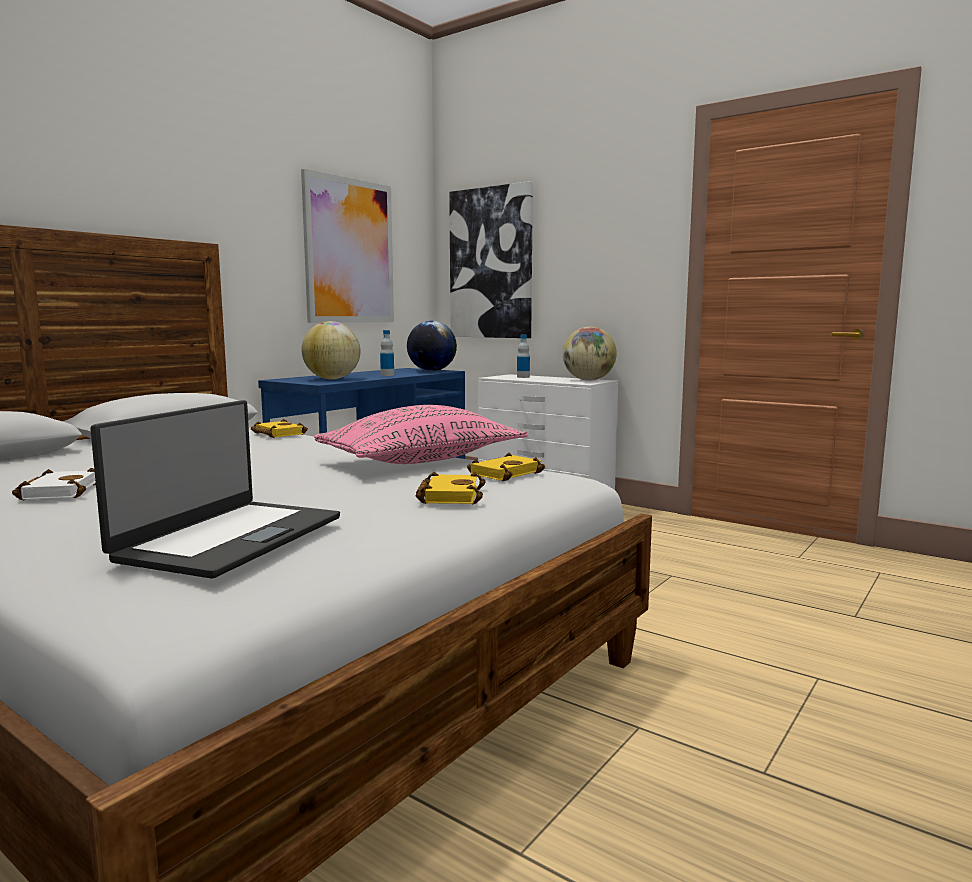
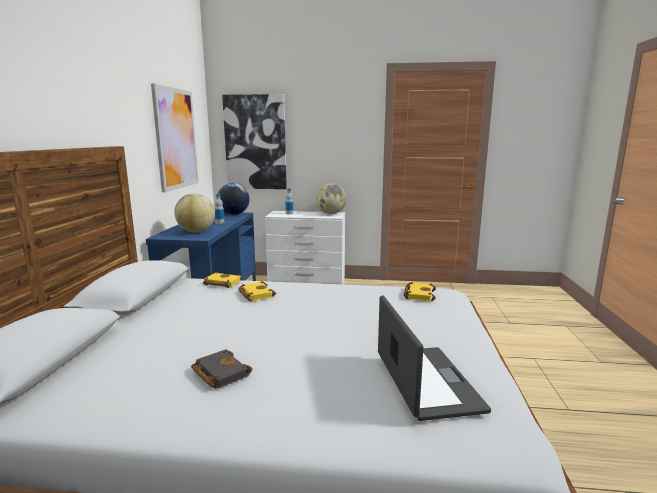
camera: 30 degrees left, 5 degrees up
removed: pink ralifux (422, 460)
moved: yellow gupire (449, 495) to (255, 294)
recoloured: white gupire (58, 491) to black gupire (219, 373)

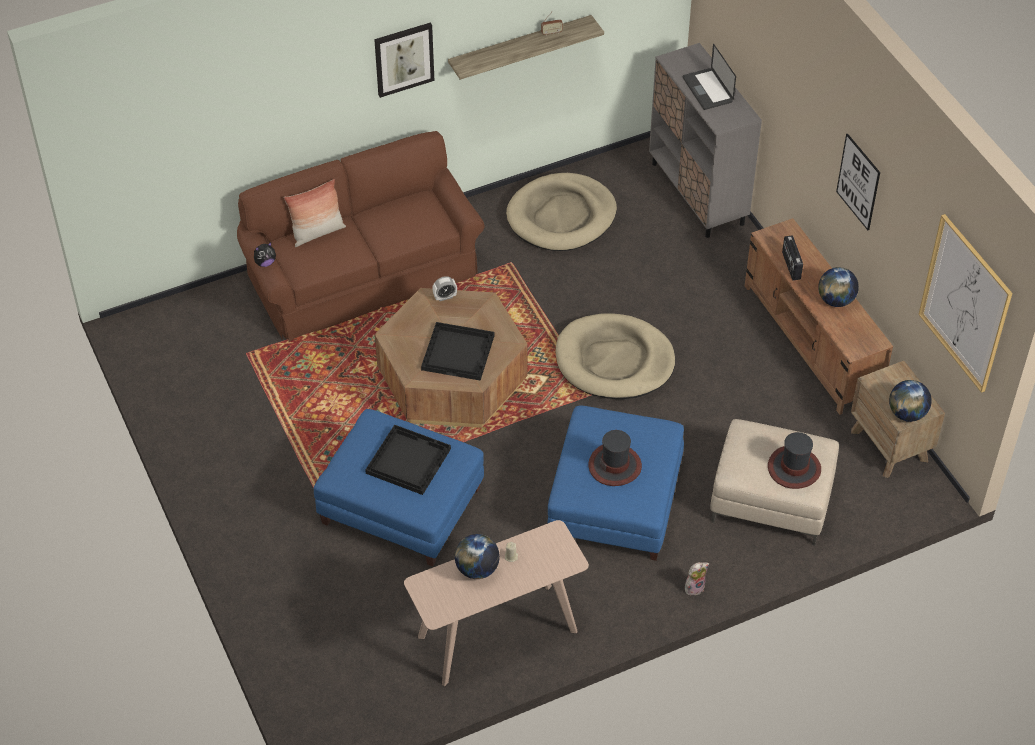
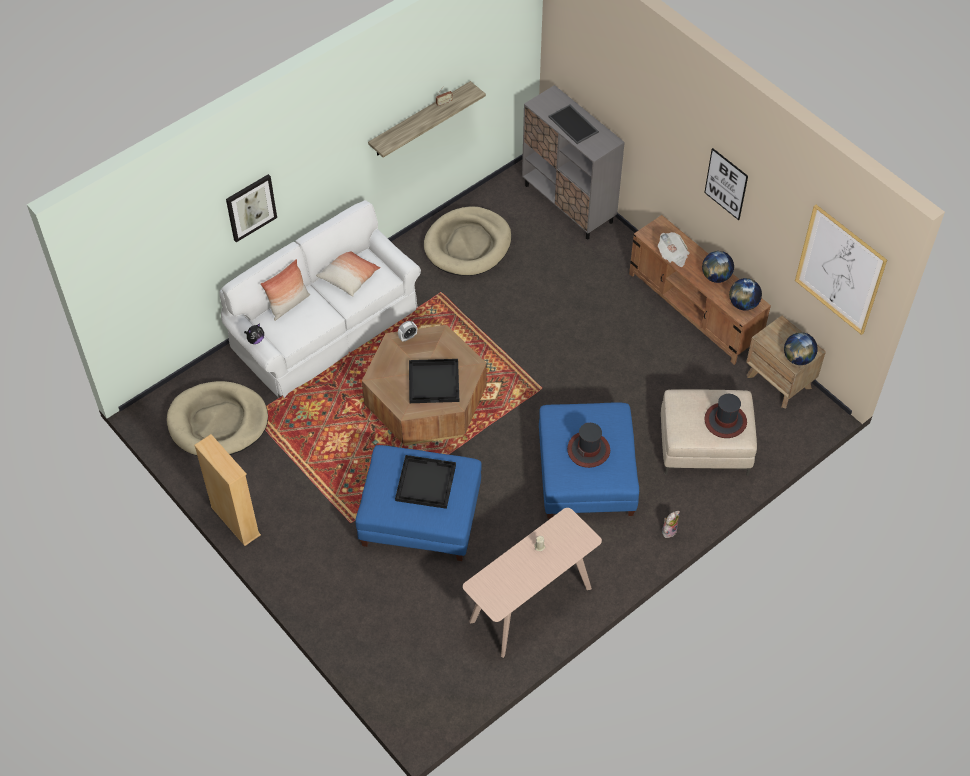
camera: 15 degrees left, 5 degrees up
added: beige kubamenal (235, 521); ralifux (349, 277)
moved: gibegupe (404, 59) to (251, 207); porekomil (477, 569) to (743, 304); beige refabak (614, 361) to (218, 422)
replaced: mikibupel (707, 90) to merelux (574, 124); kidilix (790, 266) to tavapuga (672, 255)
recoloured: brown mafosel (362, 274) to white mafosel (324, 327)

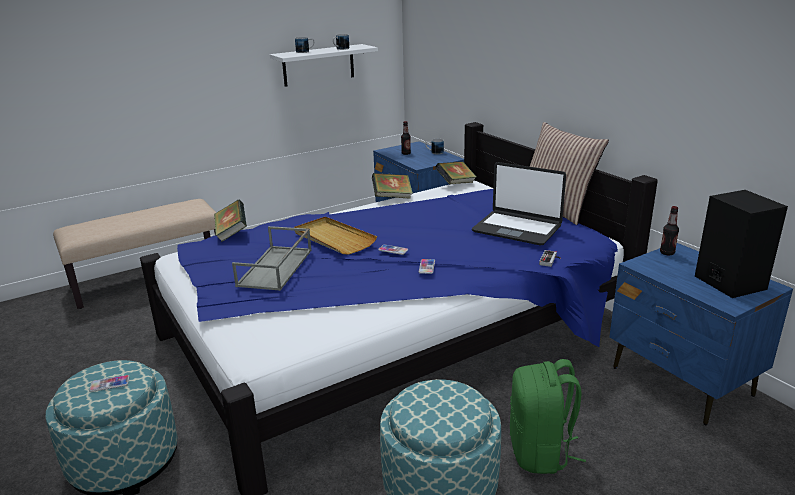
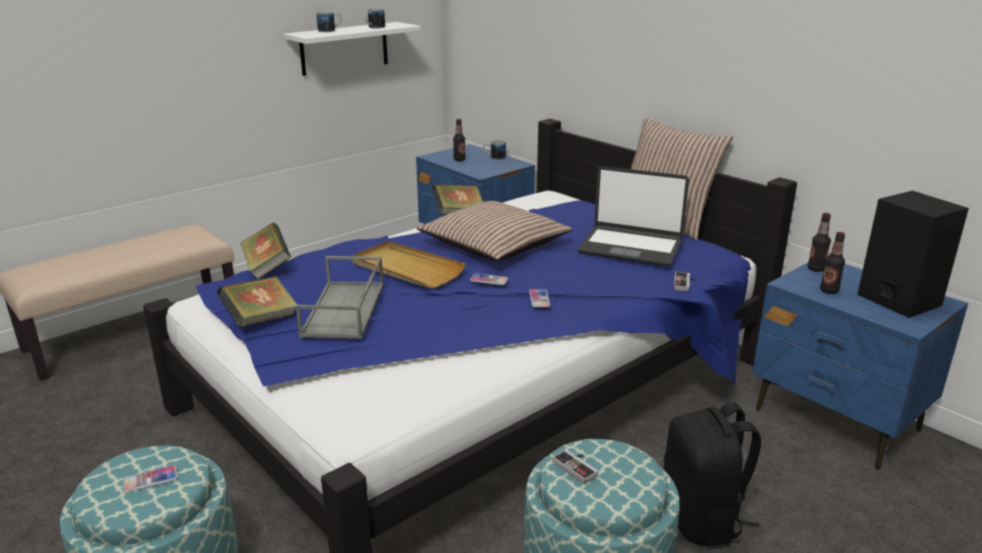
camera: 10 degrees left, 0 degrees up
added: ralifux (494, 245); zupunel (578, 467); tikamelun (829, 291)
moved: gupire (456, 184) to (261, 320)
recoloured: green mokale (540, 452) to black mokale (702, 519)

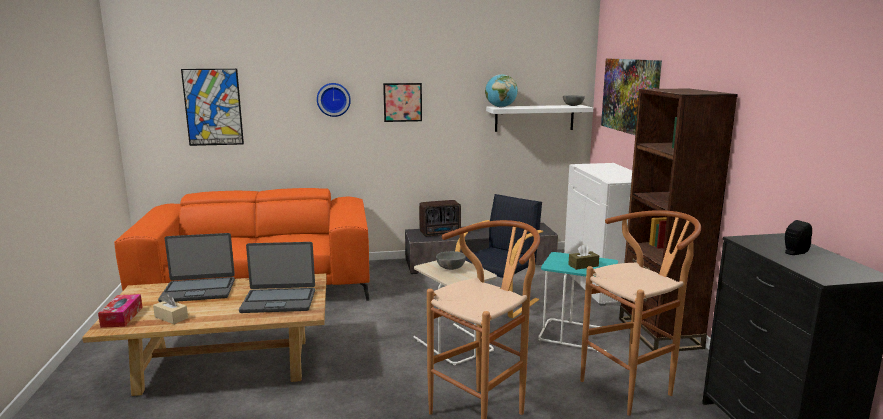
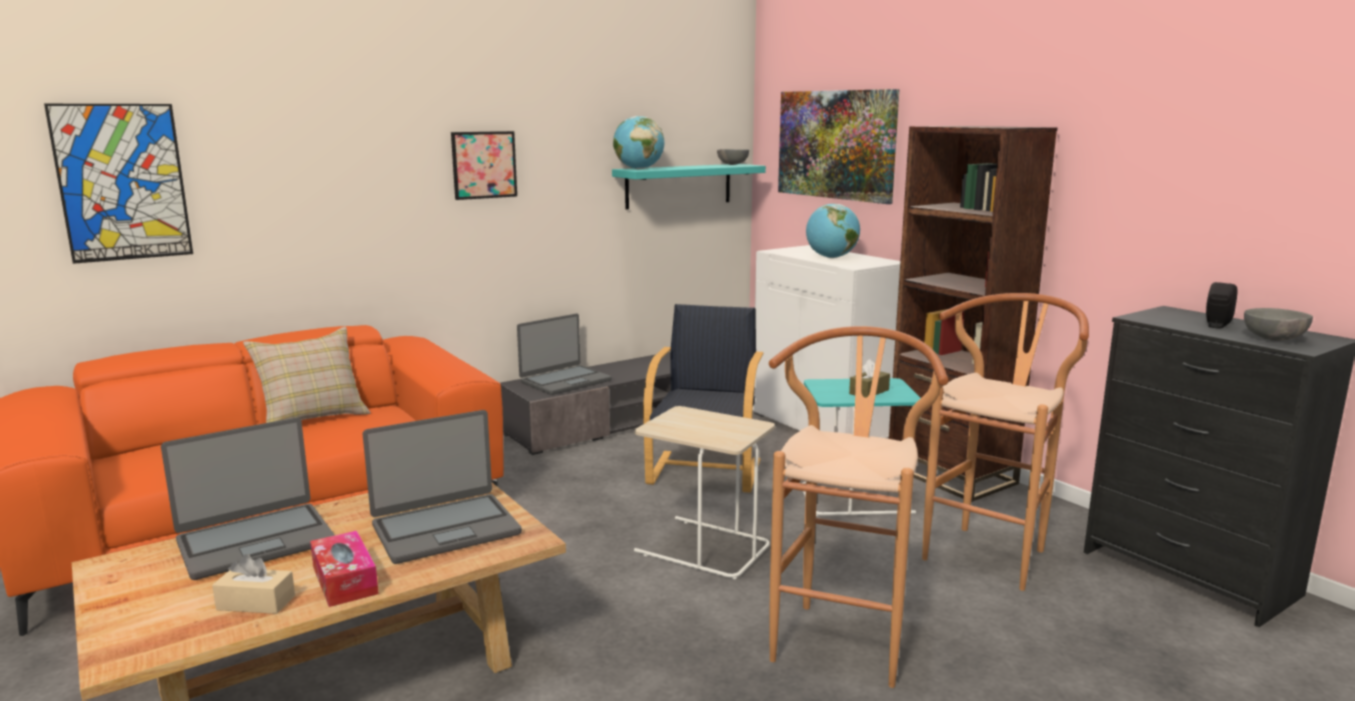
camera: 25 degrees left, 0 degrees up
removed: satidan (333, 99)
added: beige ralifux (313, 416); porekomil (831, 258)
moved: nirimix (122, 317) to (345, 580); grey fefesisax (450, 268) to (1274, 339)
replaced: kidilix (441, 233) to mikibupel (565, 381)
recoloured: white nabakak (534, 118) to turquoise nabakak (679, 186)

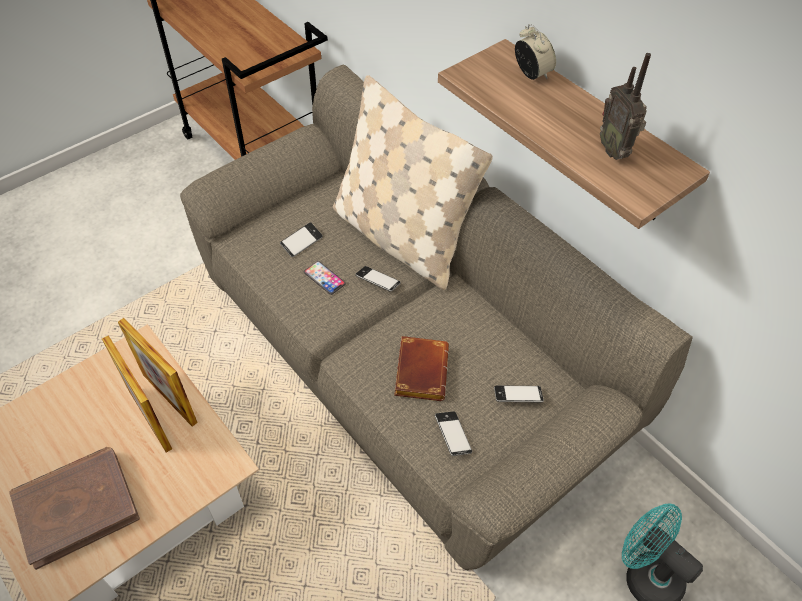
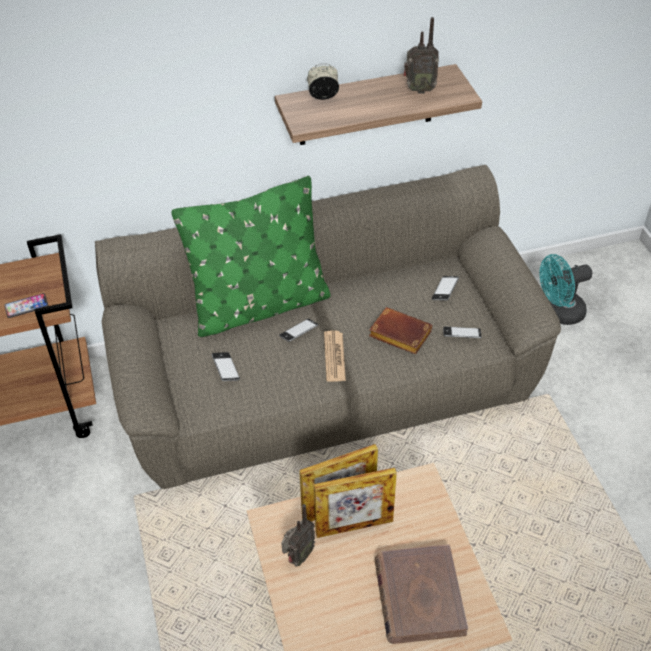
camera: 65 degrees left, 5 degrees down
added: kidilix (298, 557); tavapuga (334, 356)
moved: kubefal (324, 278) to (26, 306)
recoloured: beige ralifux (400, 238) to green ralifux (259, 305)

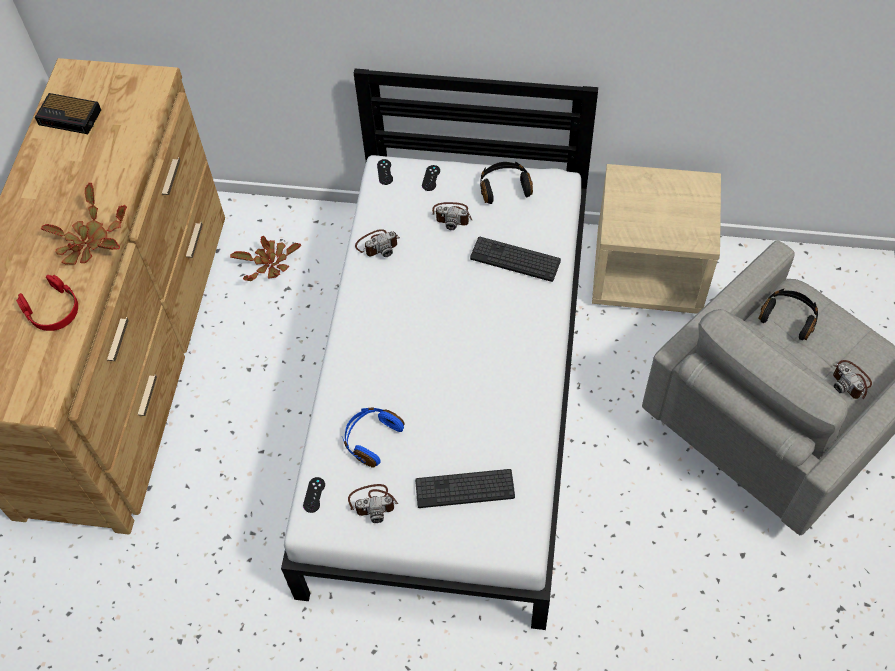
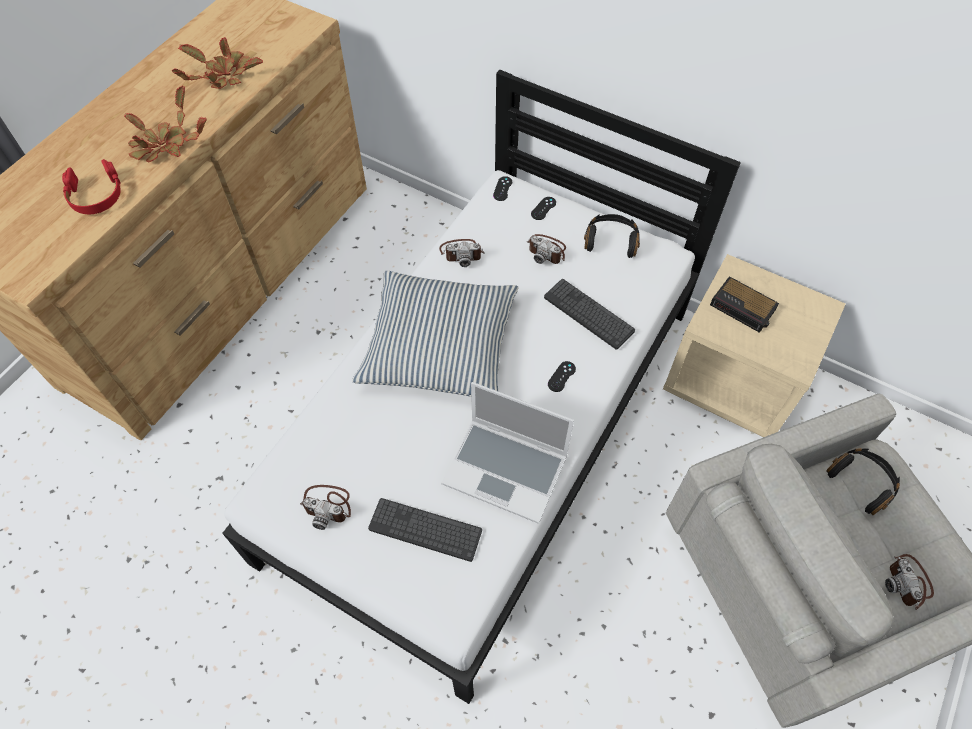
camera: 20 degrees right, 0 degrees up
removed: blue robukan (371, 439)
added: ralifux (439, 345); mikibupel (507, 470)
moved: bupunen (71, 117) to (743, 308); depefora (270, 265) to (224, 76); black zupunel (314, 495) to (561, 376)

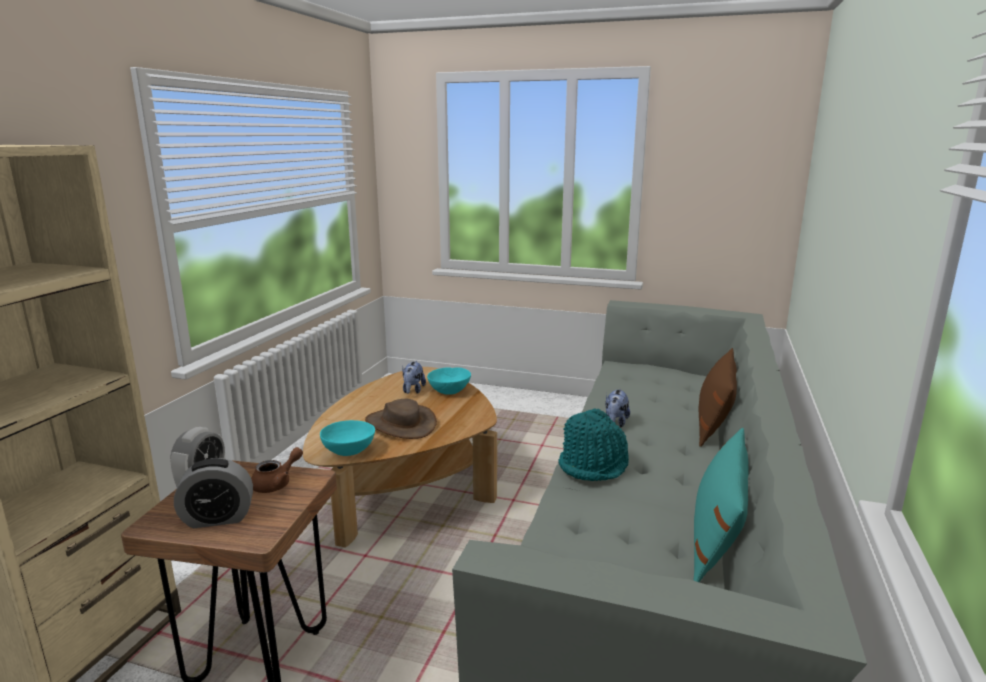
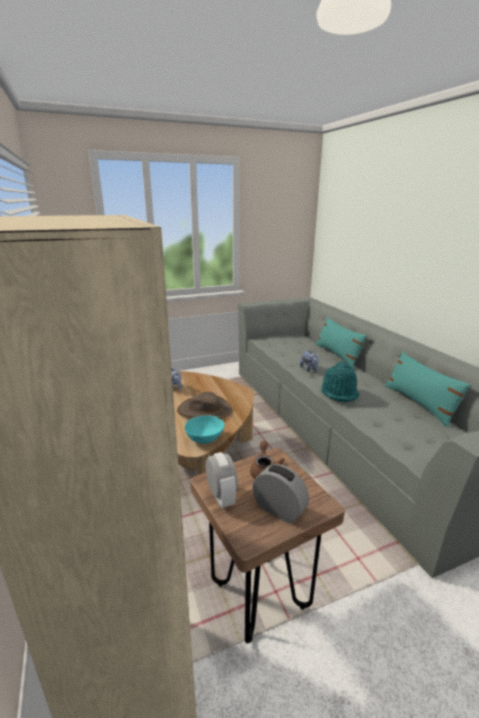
camera: 40 degrees left, 5 degrees up
removed: turquoise fefesisax (449, 391)
recoloured: brown ralifux (714, 421) to turquoise ralifux (337, 355)
turned: bupunen (218, 518) = (279, 509) 90 degrees counterclockwise

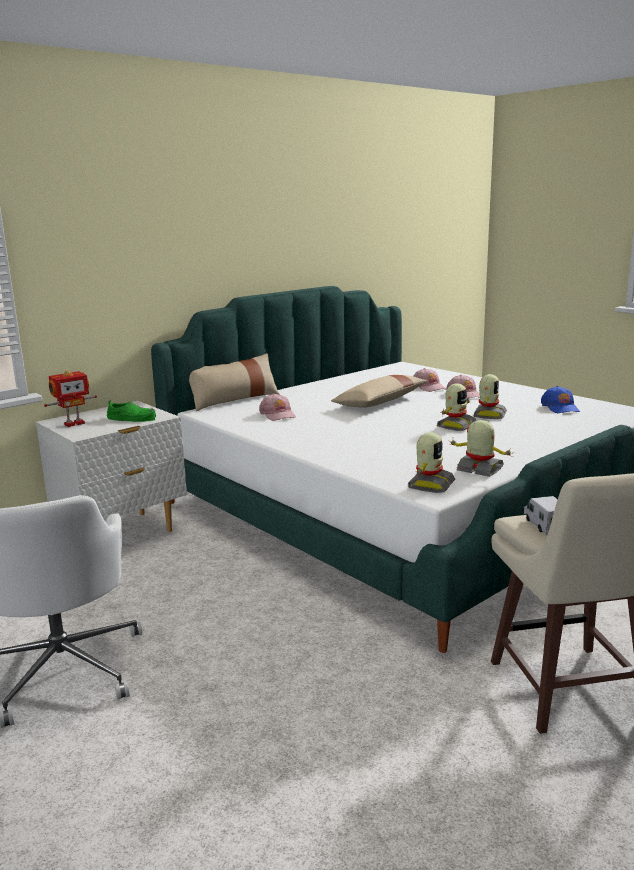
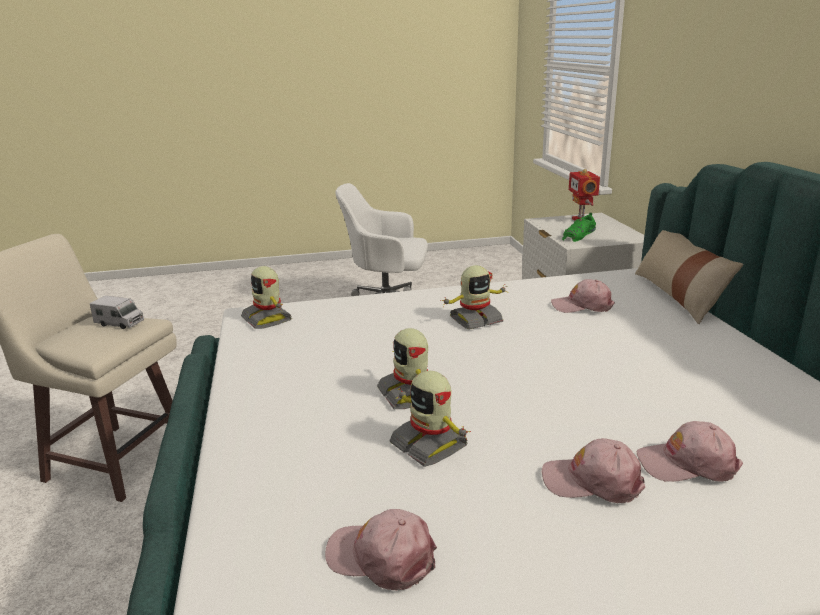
camera: 120 degrees right, 5 degrees up
removed: beige ralifux (380, 402)
moved: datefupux (479, 469) to (475, 320)
recoloured: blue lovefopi (560, 407) to pink lovefopi (381, 557)

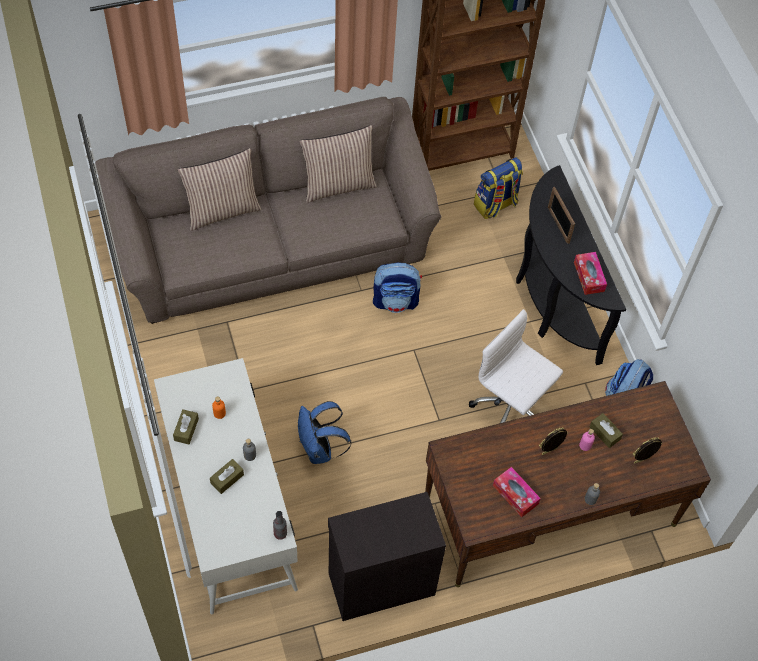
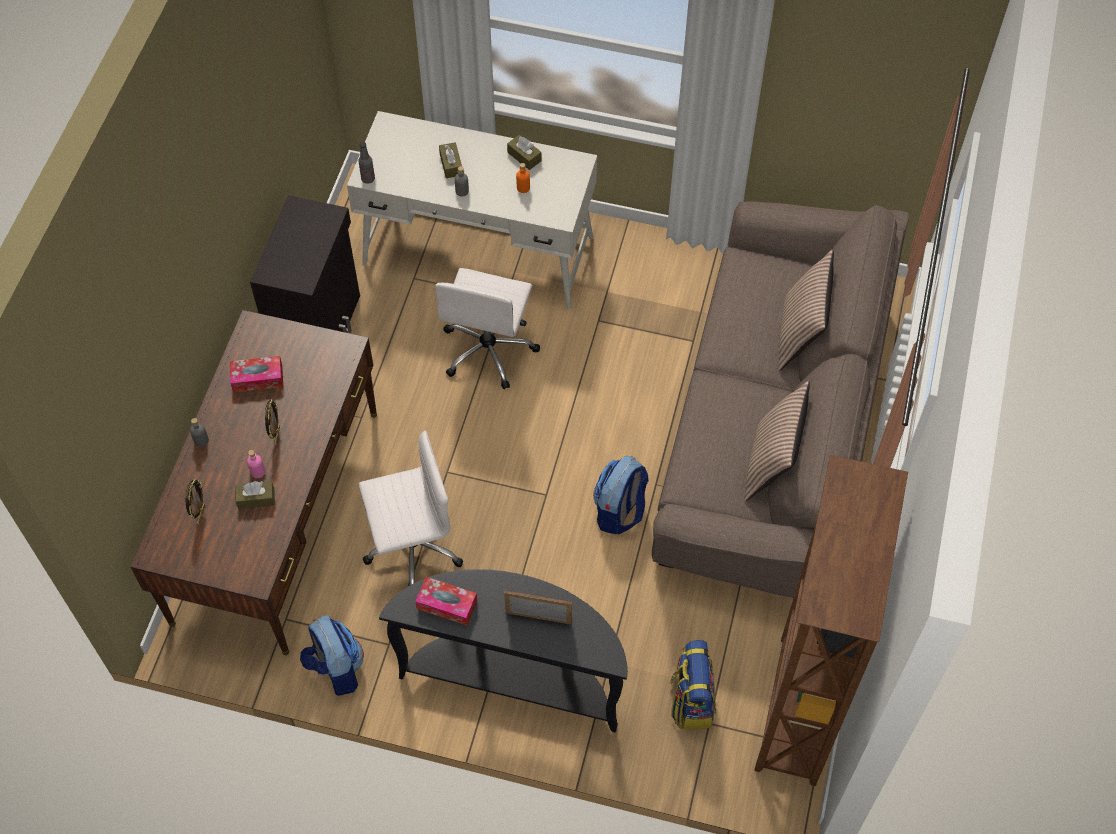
camera: 125 degrees right, 0 degrees up
replaced: blue mokale (320, 449) to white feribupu (489, 350)

